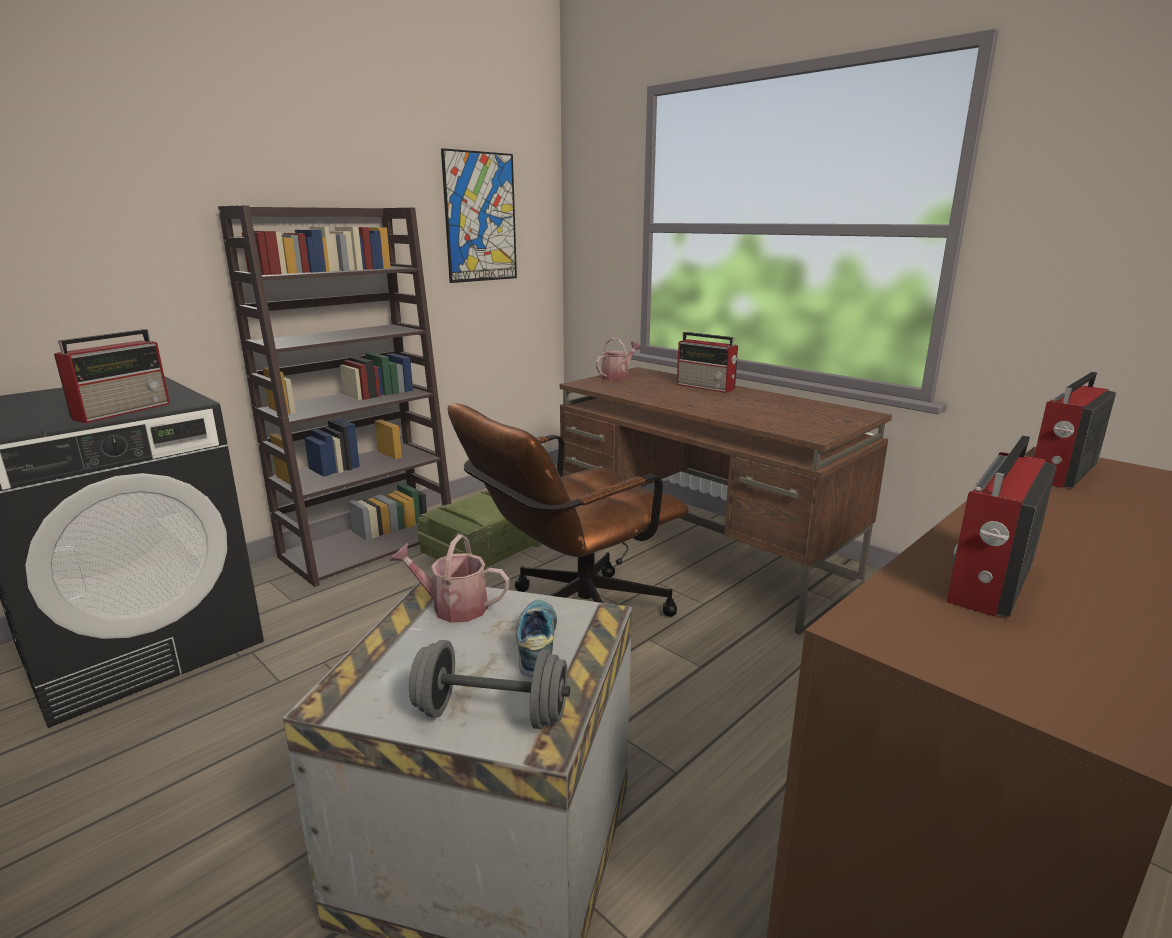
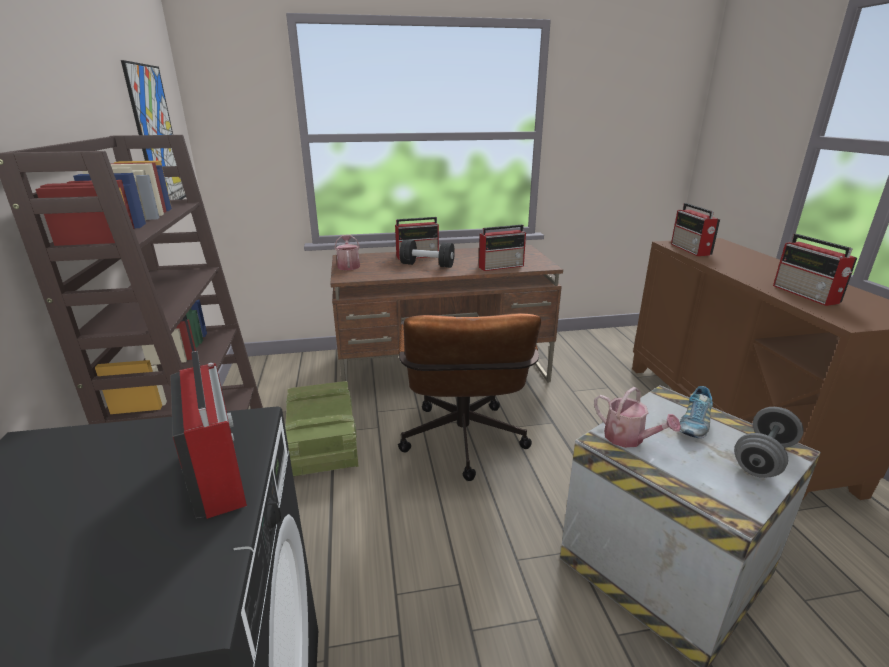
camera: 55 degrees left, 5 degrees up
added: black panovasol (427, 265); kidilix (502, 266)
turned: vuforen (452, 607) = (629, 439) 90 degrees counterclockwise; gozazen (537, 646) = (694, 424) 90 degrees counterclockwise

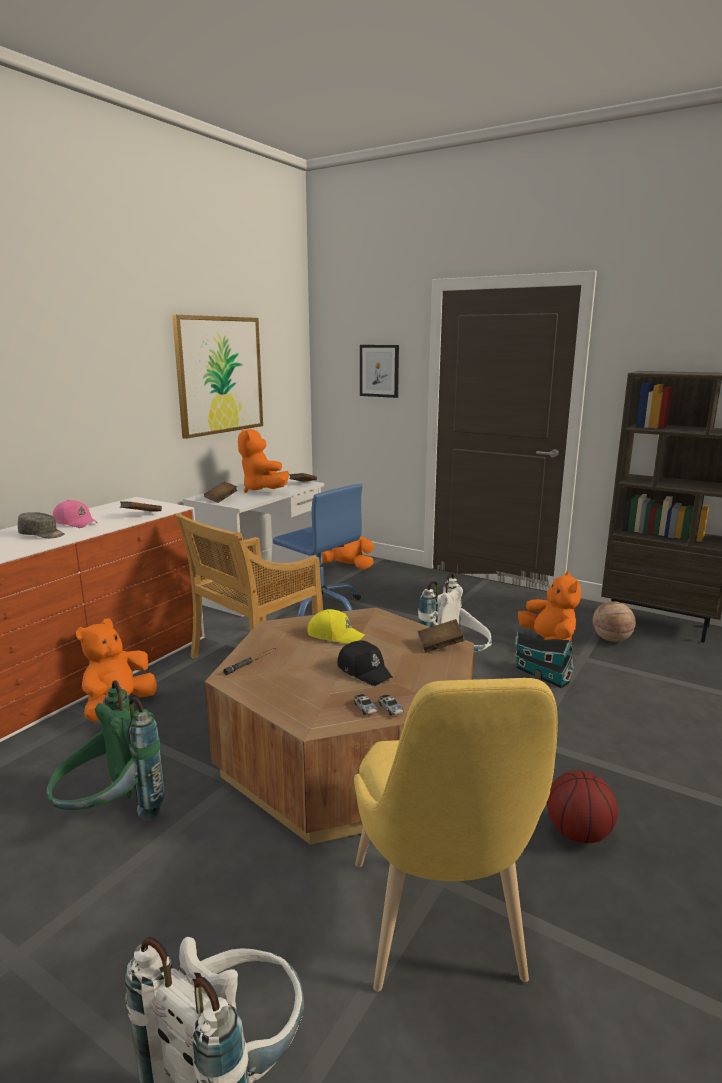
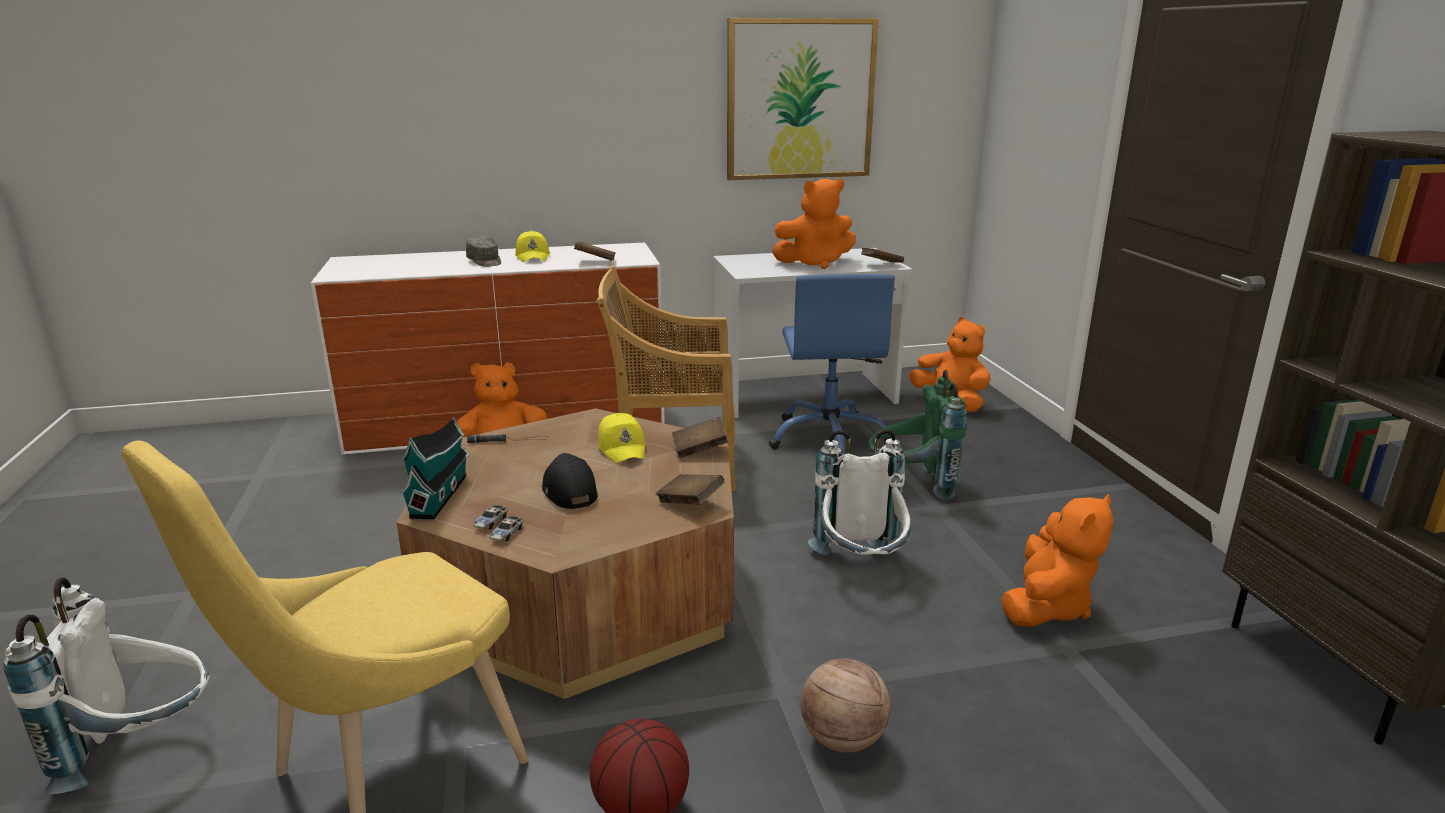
camera: 45 degrees right, 5 degrees up
removed: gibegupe (379, 371)
moved: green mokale (110, 816) to (912, 485); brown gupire (221, 499) to (699, 450); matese (540, 674) to (440, 494); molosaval (611, 639) to (842, 739)
recoloured: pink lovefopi (75, 522) to yellow lovefopi (533, 256)
turned: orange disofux (262, 490) = (815, 263) 120 degrees counterclockwise; black lovefopi (364, 670) = (568, 491) 150 degrees clockwise

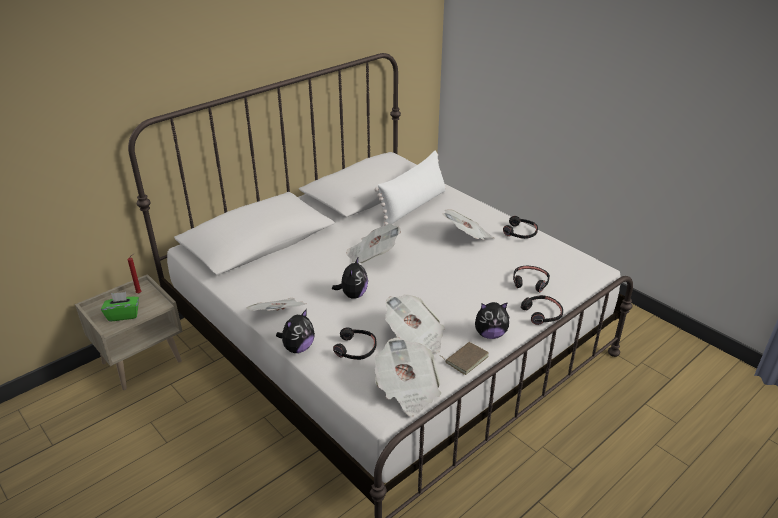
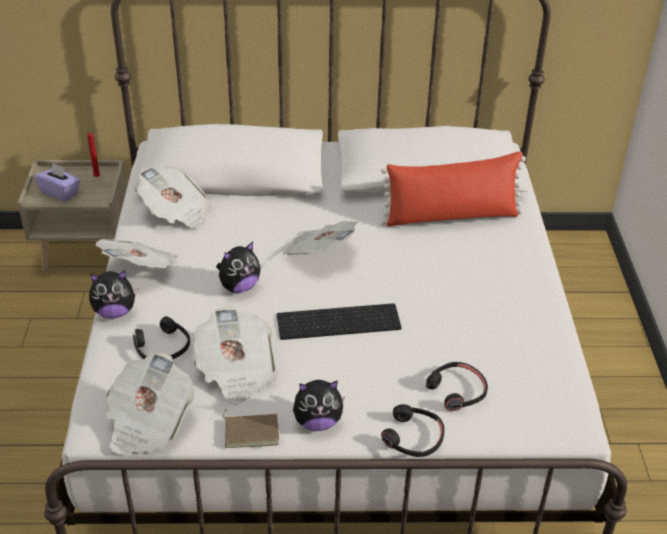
camera: 40 degrees right, 5 degrees up
removed: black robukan (520, 233)
added: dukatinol (339, 320)
moved: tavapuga (467, 237) to (177, 213)
recoloured: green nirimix (123, 315) to purple nirimix (60, 192); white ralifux (413, 206) to red ralifux (451, 216)
turned: disofux (490, 334) = (317, 422) 45 degrees counterclockwise

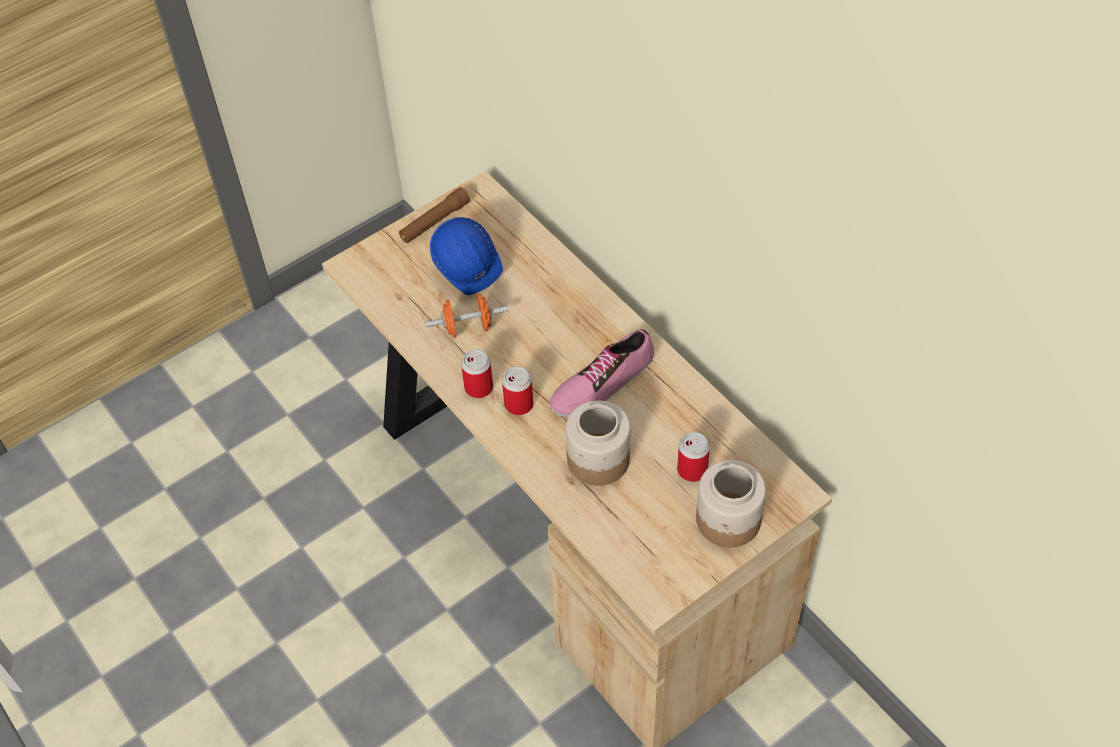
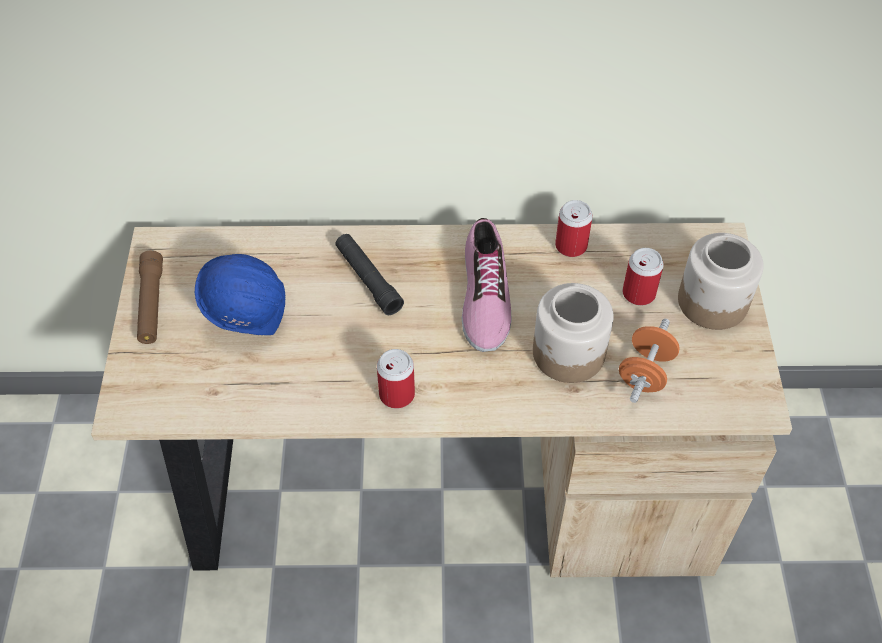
camera: 55 degrees left, 0 degrees up
added: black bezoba (368, 279)
moved: orange panovasol (468, 327) to (645, 372); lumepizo (519, 404) to (571, 246)

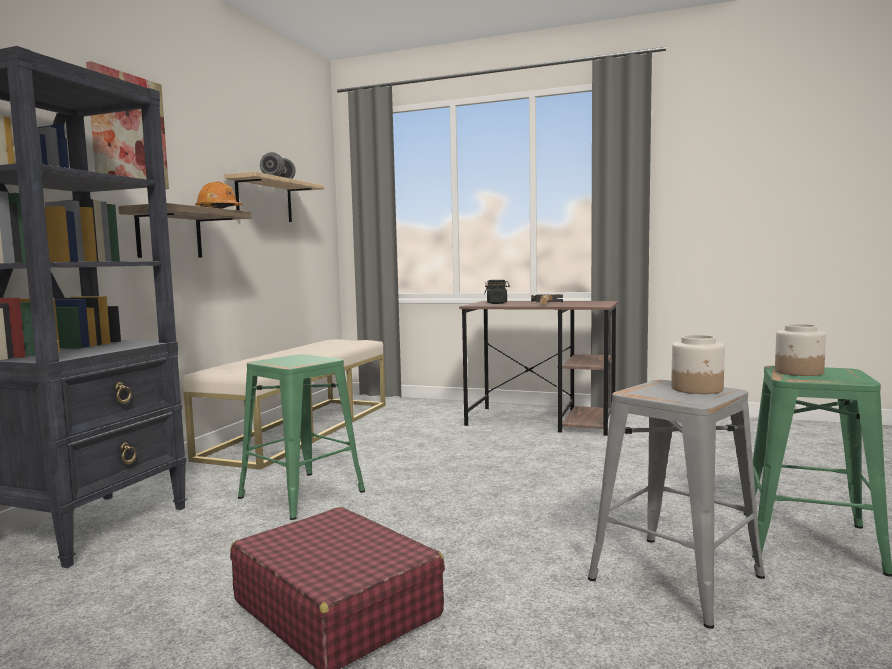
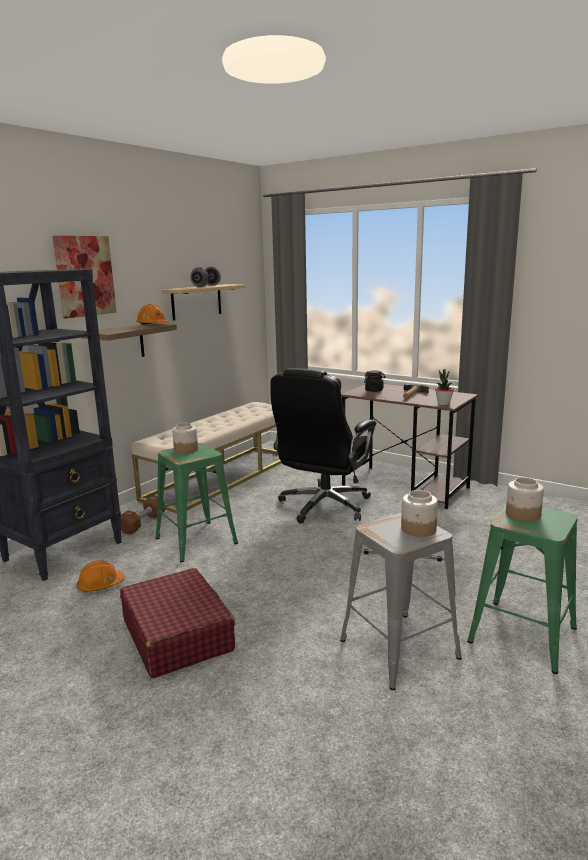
camera: 15 degrees right, 10 degrees up
added: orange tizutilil (100, 585); brown panovasol (143, 523); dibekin (186, 449); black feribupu (324, 506); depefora (443, 404)

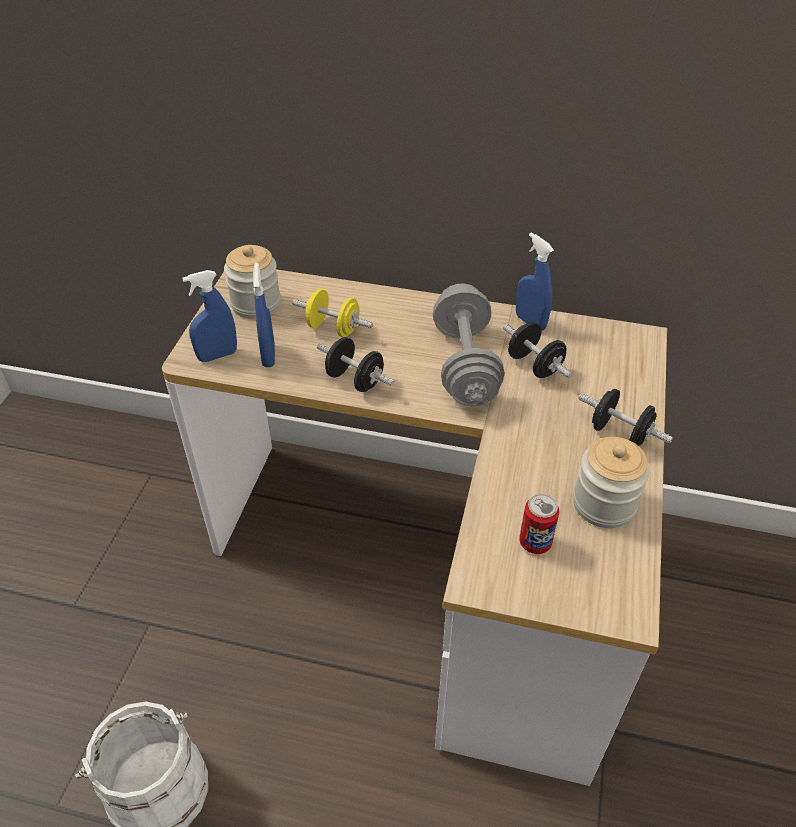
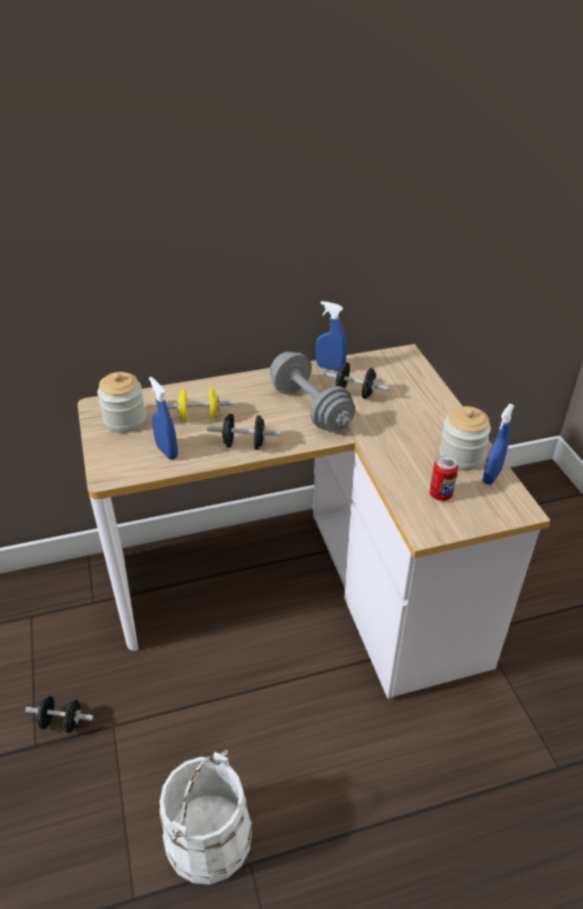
camera: 30 degrees left, 5 degrees down
moved: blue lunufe (217, 355) to (491, 476); black panovasol (619, 434) to (62, 722)

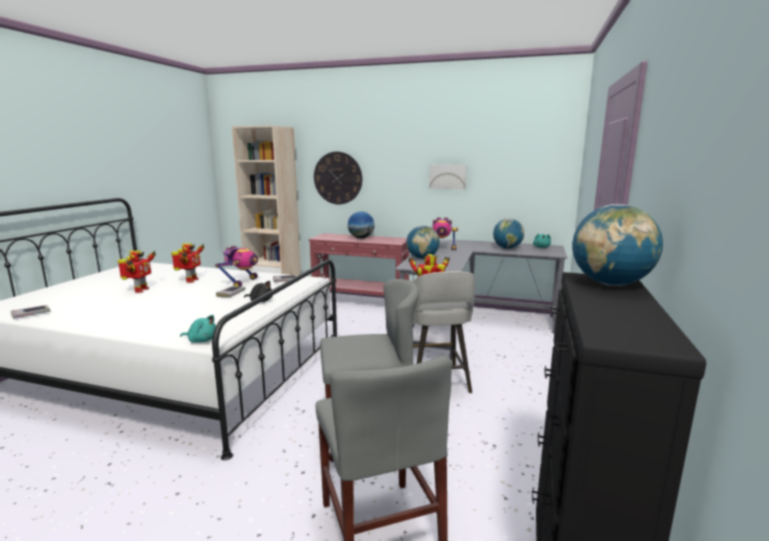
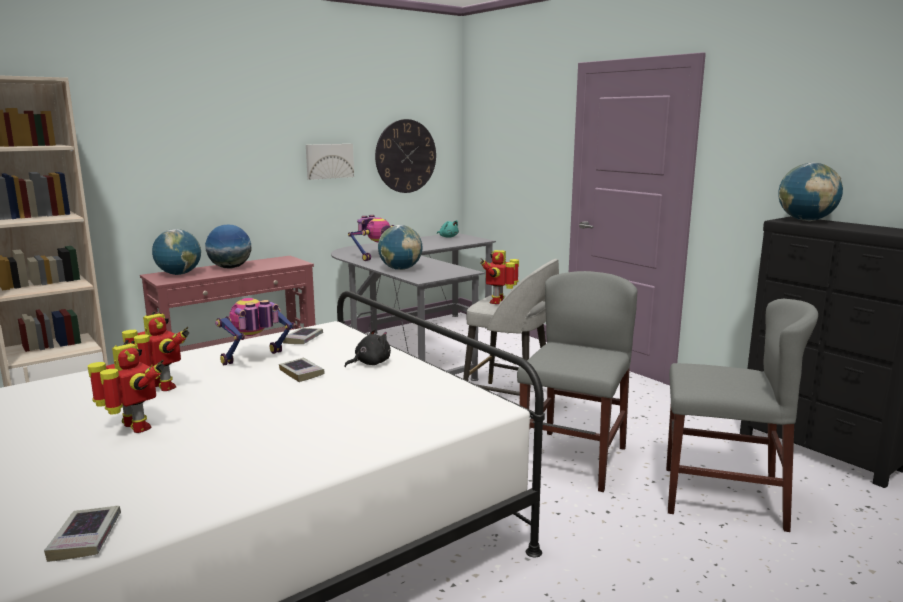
camera: 55 degrees left, 0 degrees up
removed: turquoise disofux (202, 340)
moved: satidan (338, 178) to (405, 156); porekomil (507, 248) to (179, 274)
turned: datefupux (241, 282) = (255, 360) 90 degrees counterclockwise

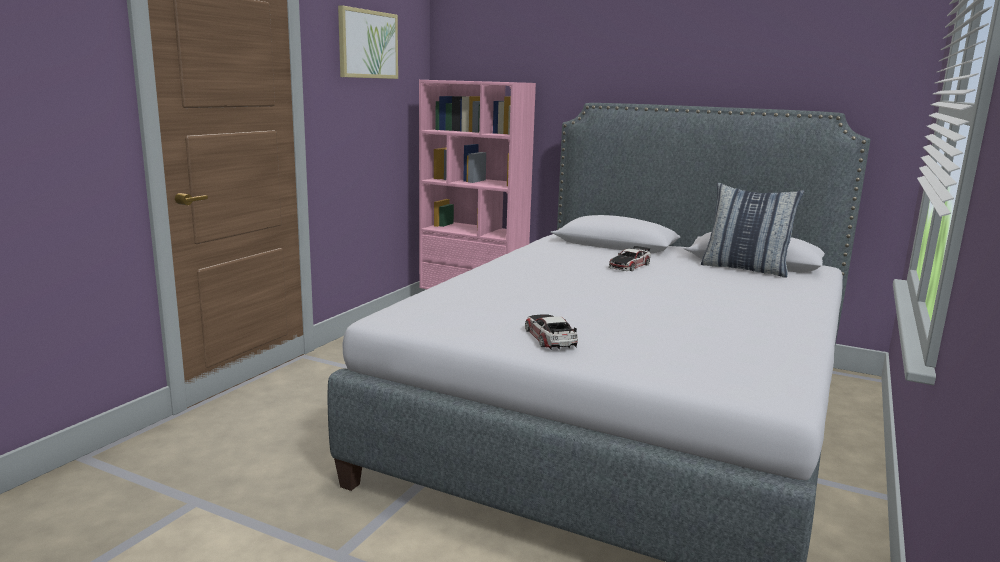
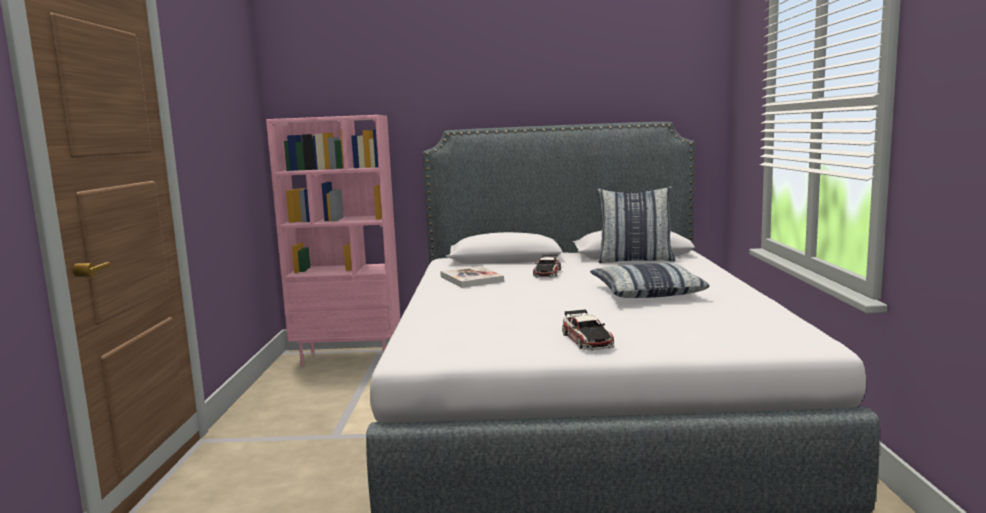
camera: 25 degrees left, 5 degrees down
removed: gibegupe (367, 44)
added: gupire (471, 279); ralifux (646, 292)
turned: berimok (550, 338) = (587, 340) 150 degrees counterclockwise

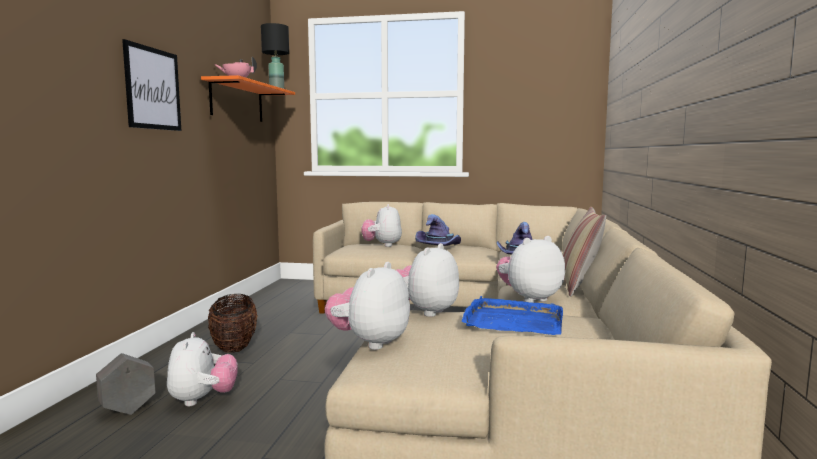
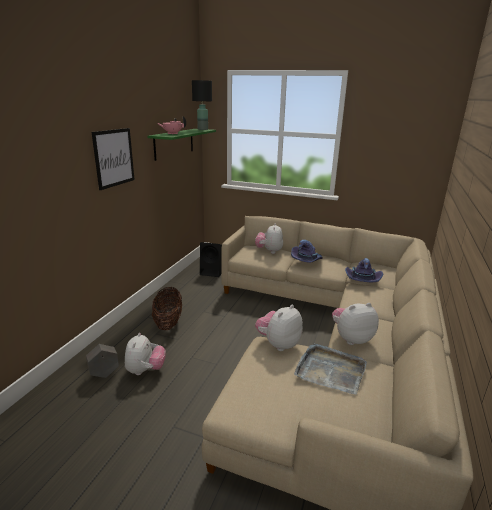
camera: 10 degrees right, 15 degrees up
removed: disofux (370, 342); ralifux (578, 286)
added: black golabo (213, 271)
recoloured: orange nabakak (237, 102) to green nabakak (174, 143); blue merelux (512, 321) to grey merelux (330, 370)

